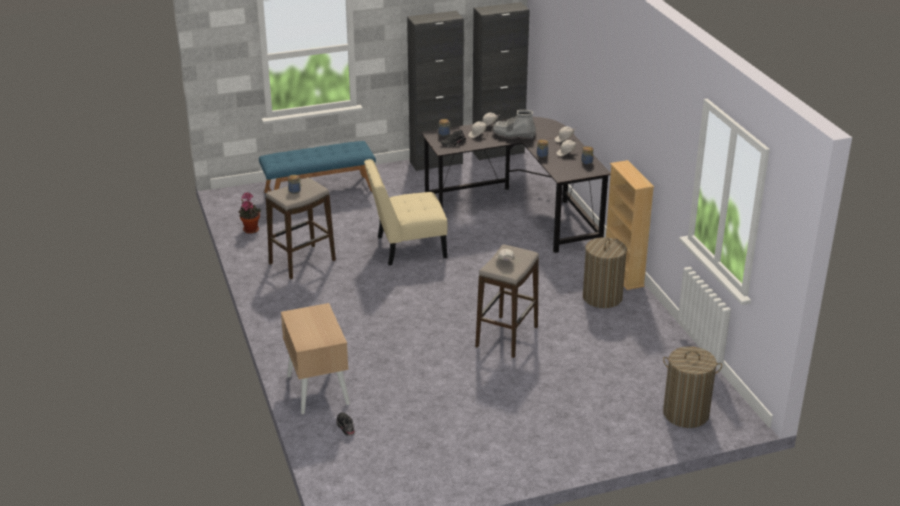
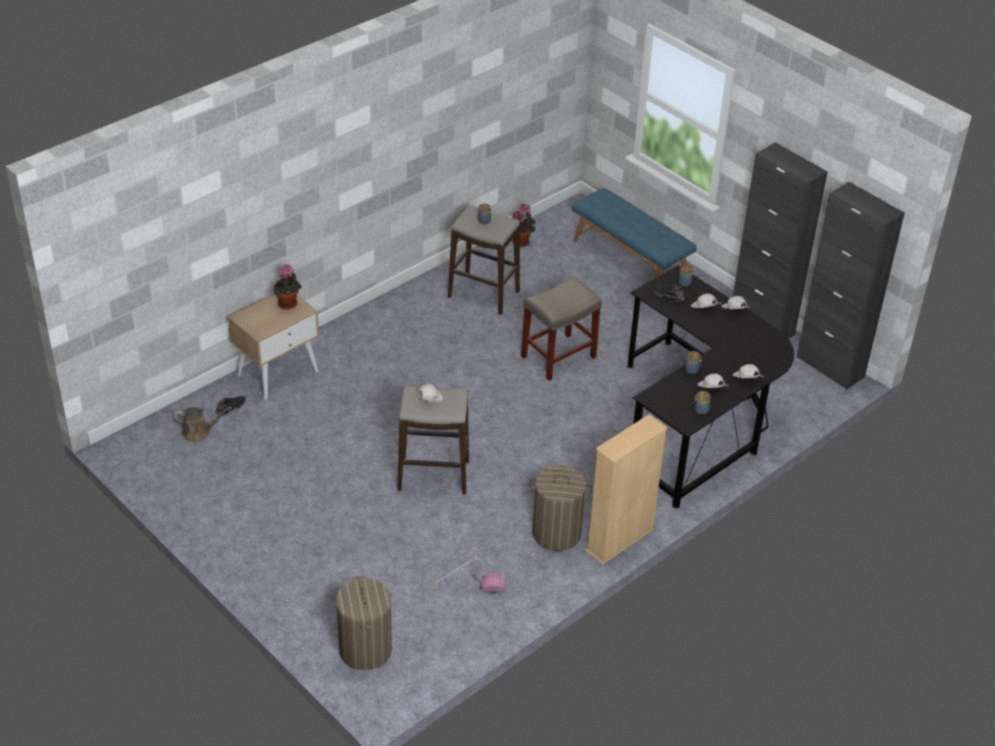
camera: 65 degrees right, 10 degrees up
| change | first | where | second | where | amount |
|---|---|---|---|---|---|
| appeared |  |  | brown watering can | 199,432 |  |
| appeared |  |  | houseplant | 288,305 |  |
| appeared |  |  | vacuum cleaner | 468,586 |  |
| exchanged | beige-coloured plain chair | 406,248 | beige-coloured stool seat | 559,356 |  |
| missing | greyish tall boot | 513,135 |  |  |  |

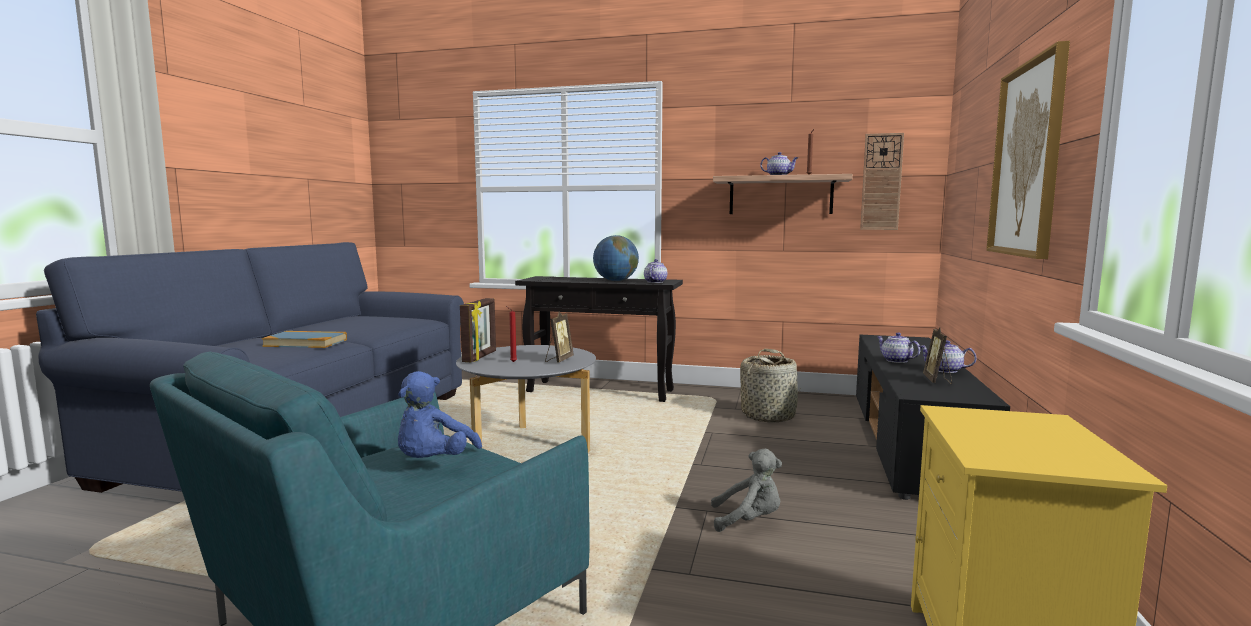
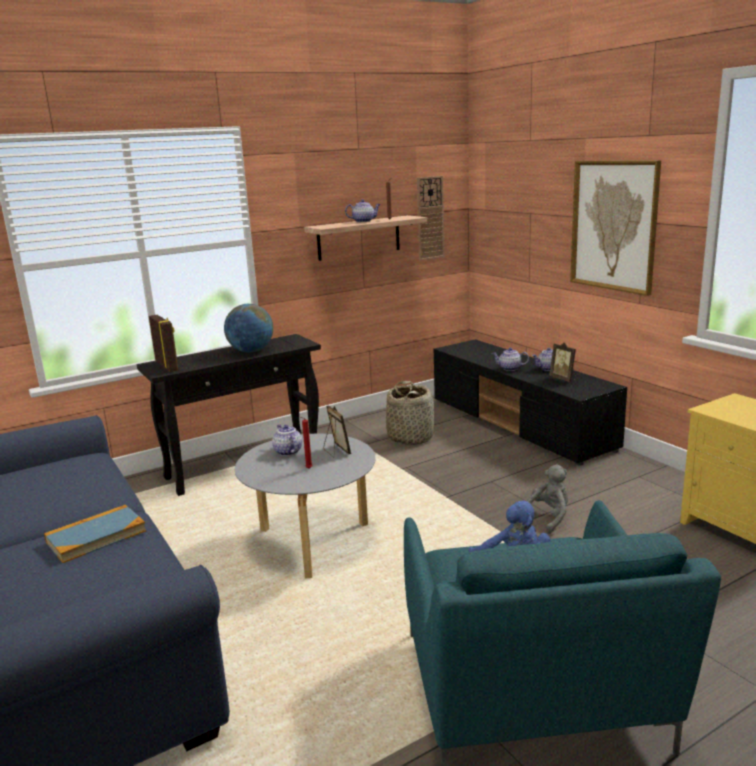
camera: 45 degrees left, 10 degrees up
| change | first | where | second | where | amount |
|---|---|---|---|---|---|
| relocated | standing frame | 480,357 |  | 167,366 |  |
| relocated | teapot | 655,282 |  | 287,451 |  |

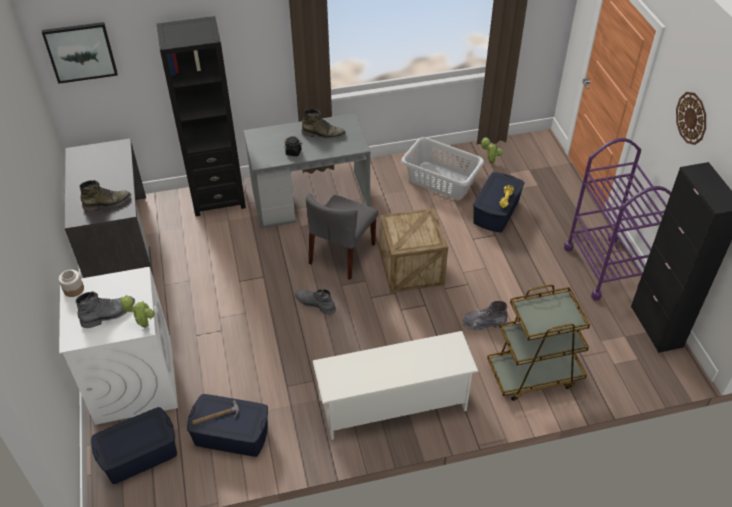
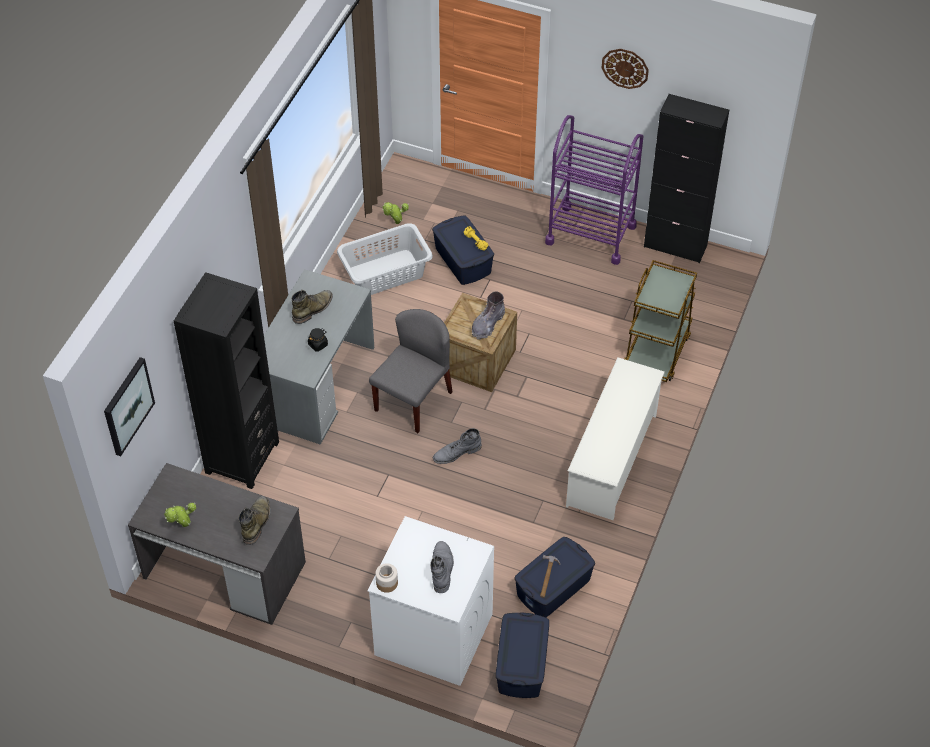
camera: 55 degrees left, 5 degrees up
| change | first | where | second | where | amount |
|---|---|---|---|---|---|
| relocated | houseplant | 144,325 |  | 183,526 |  |
| spun | greyish plain chair | 342,254 |  | 413,400 | 120 degrees counterclockwise |
| relocated | greyish tall boot | 484,323 |  | 487,324 |  |

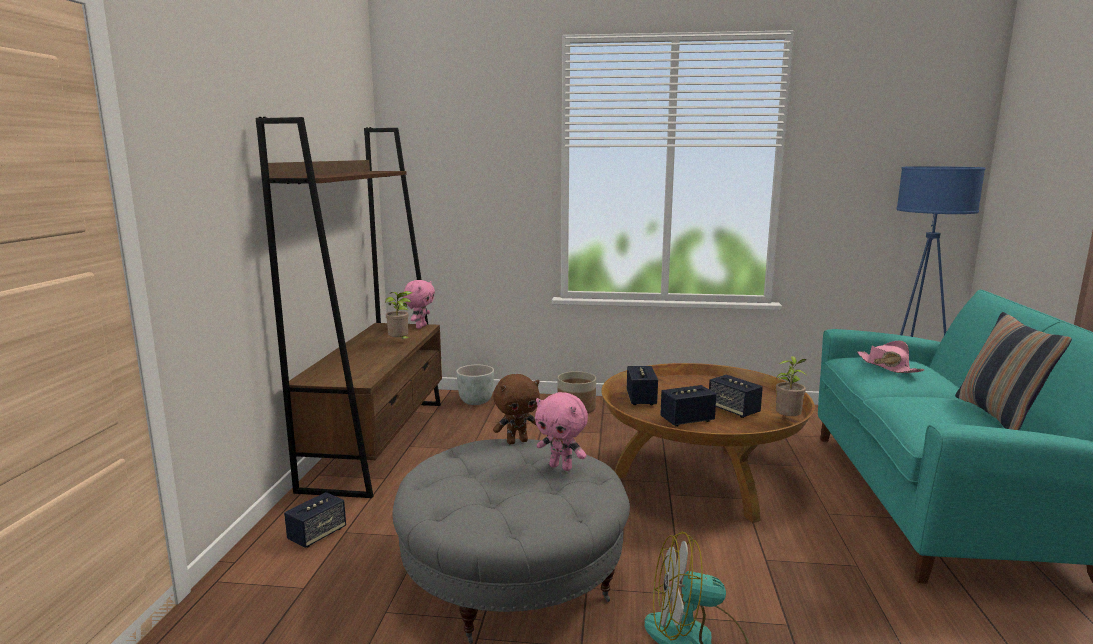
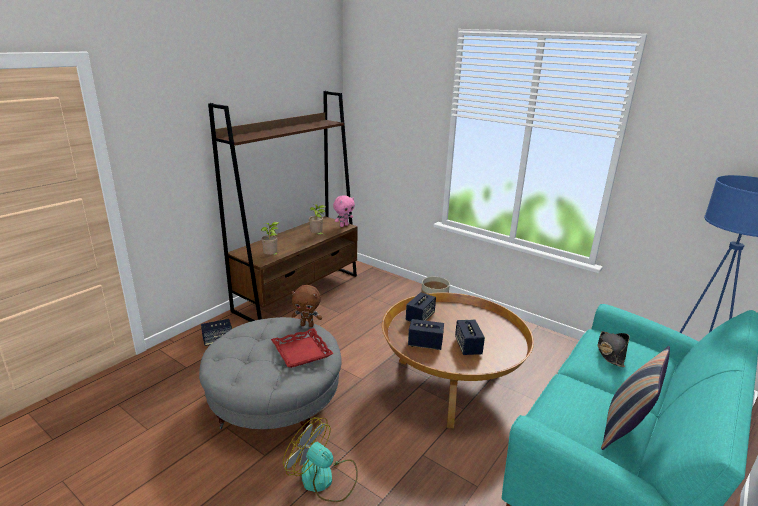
camera: 30 degrees right, 10 degrees up
| change | first | where | second | where | amount |
|---|---|---|---|---|---|
| relocated | houseplant | 787,420 |  | 271,257 |  |
| exchanged | pink soft toy | 561,467 | reddish carrying tray | 302,352 |  |
| colour | pink clothing hat | 887,366 | blackish clothing hat | 610,352 |  |
| missing | greyish flower pot | 475,401 |  |  |  |

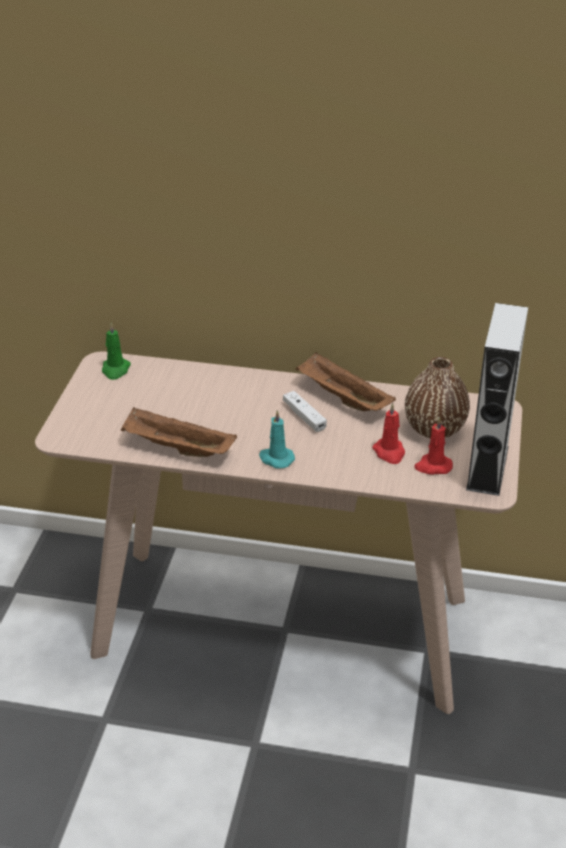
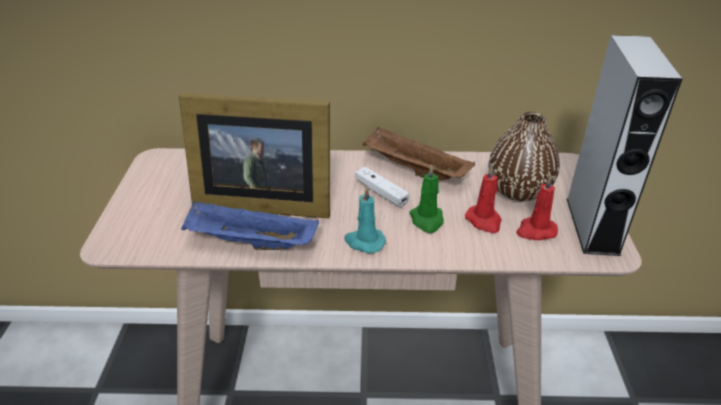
camera: 10 degrees left, 0 degrees up
| change | first | where | second | where | amount |
|---|---|---|---|---|---|
| appeared |  |  | standing frame | 260,200 |  |
| colour | brown carrying tray | 176,449 | blue-coloured carrying tray | 249,243 |  |
| relocated | green-coloured wax light | 115,370 |  | 427,220 |  |

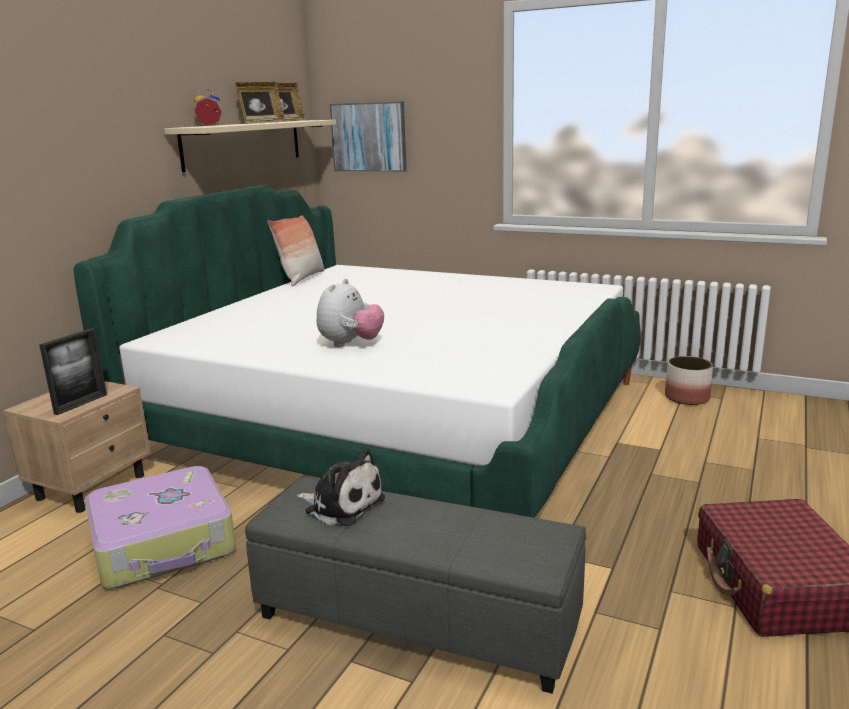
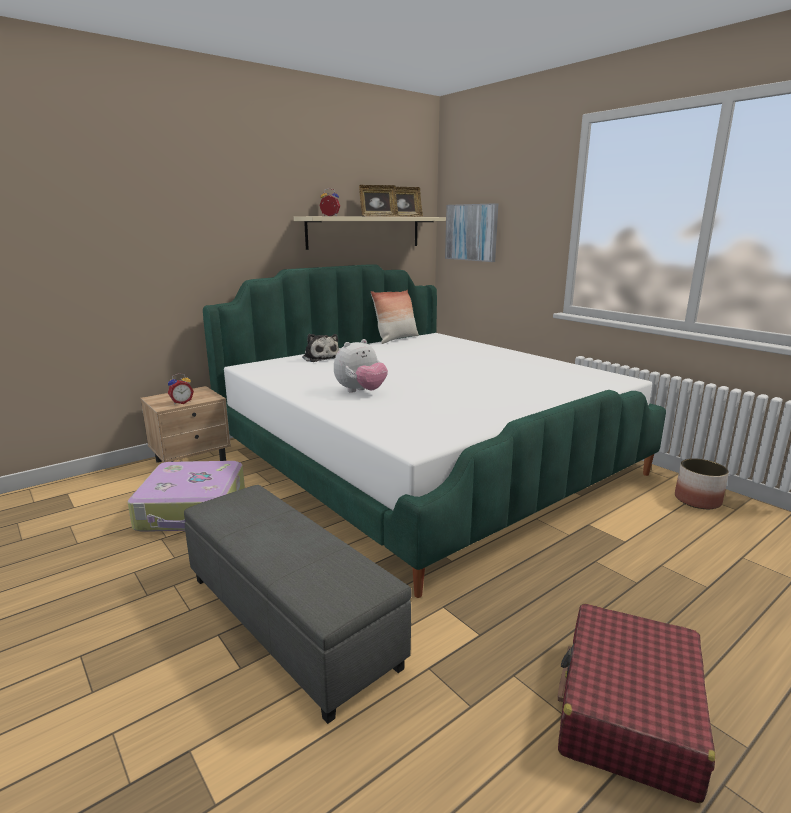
camera: 25 degrees right, 0 degrees up
| change | first | where | second | where | amount |
|---|---|---|---|---|---|
| exchanged | standing frame | 81,404 | bedside clock | 181,402 |  |
| relocated | soft toy | 342,505 |  | 320,358 |  |

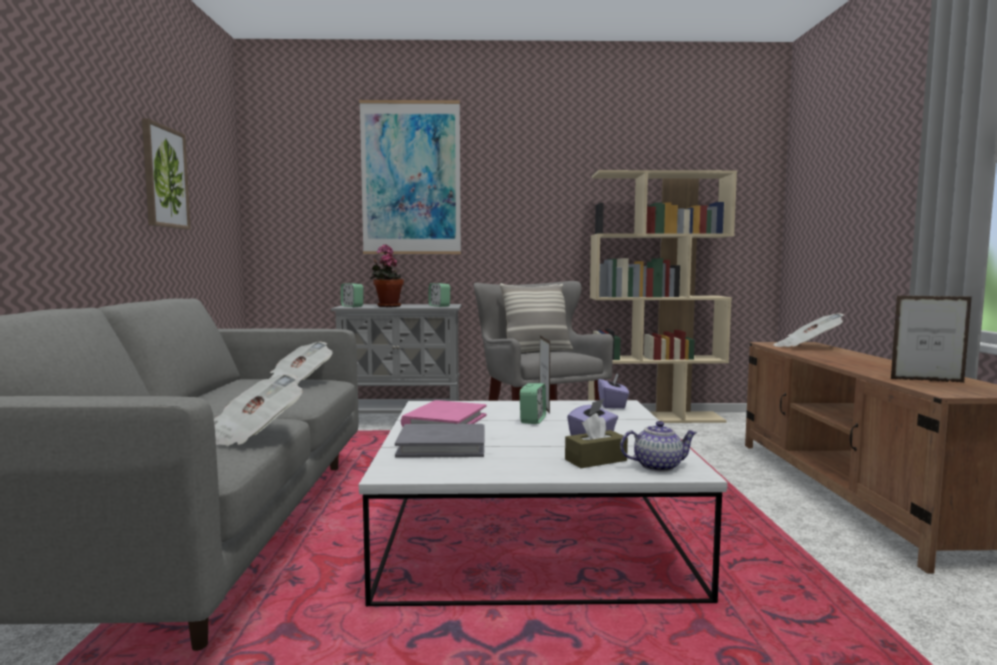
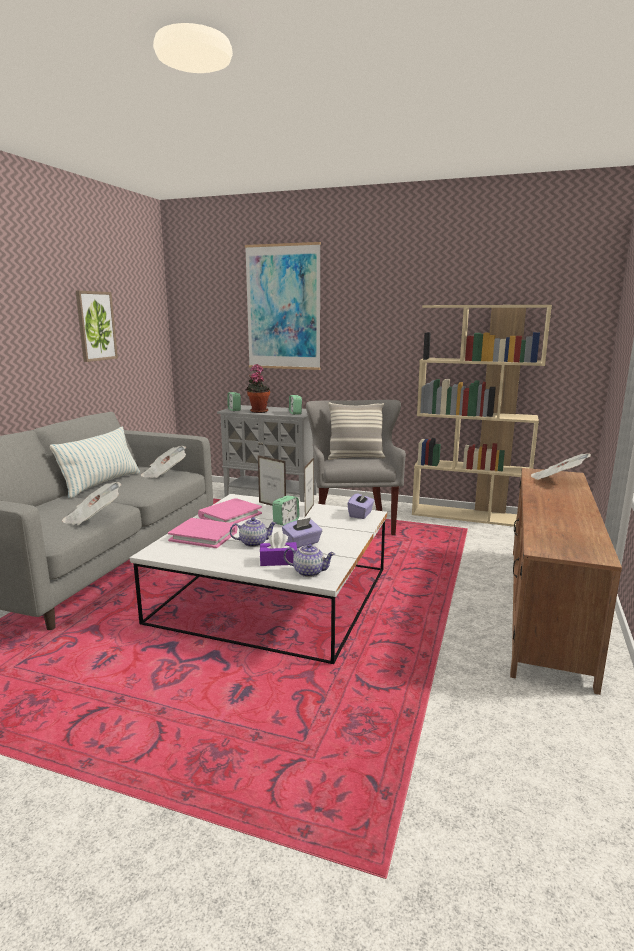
camera: 20 degrees right, 10 degrees up
| change | first | where | second | where | amount |
|---|---|---|---|---|---|
| appeared |  |  | cushion | 101,484 |  |
| colour | greyish volume | 442,445 | pink volume | 204,536 |  |
| appeared |  |  | teapot | 254,543 |  |
| relocated | standing frame | 927,380 |  | 272,506 |  |
| colour | brown box of tissues | 596,460 | purplish box of tissues | 278,561 |  |

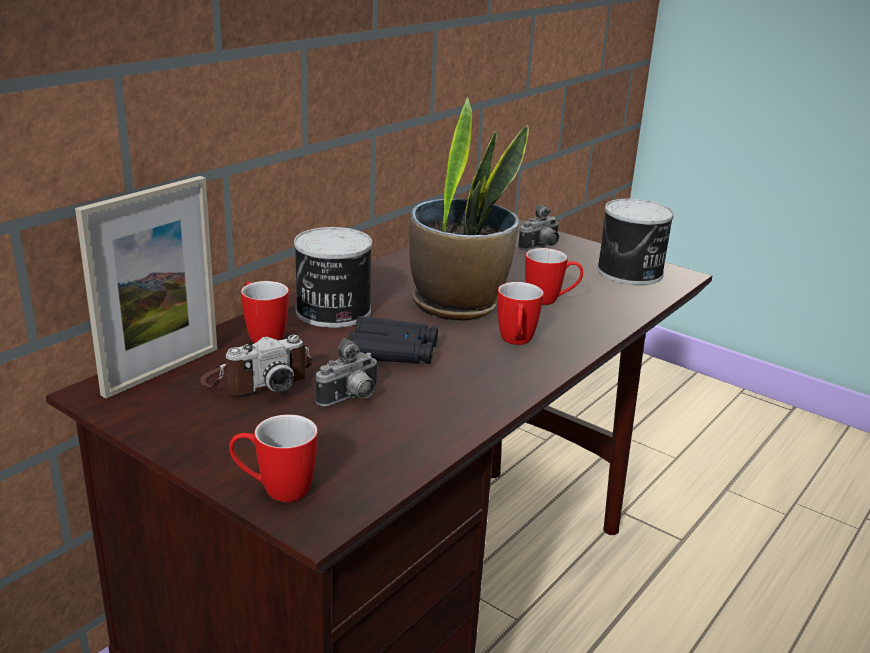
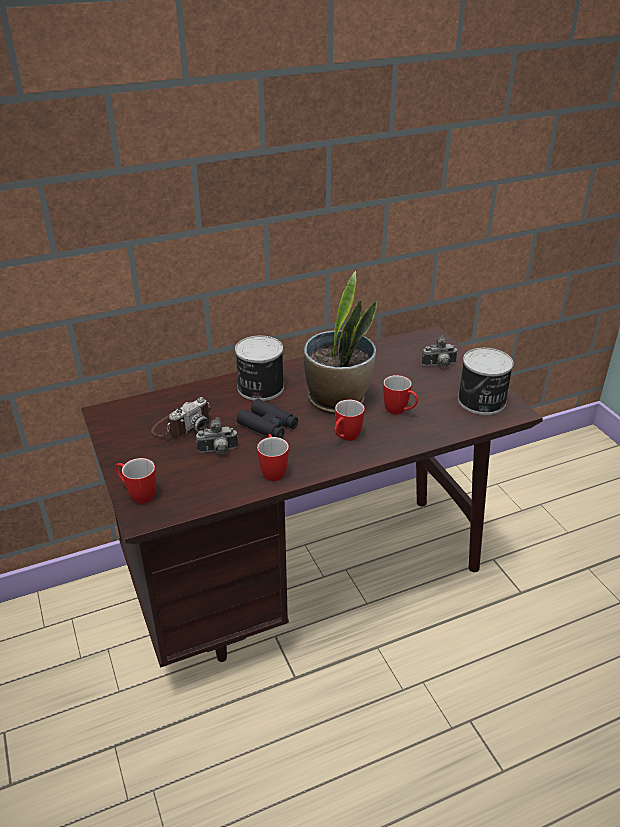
camera: 30 degrees right, 10 degrees up
| change | first | where | second | where | amount |
|---|---|---|---|---|---|
| spun | still camera | 257,379 |  | 182,425 | 45 degrees counterclockwise |
| relocated | coffee mug | 262,335 |  | 273,470 |  |
| missing | standing frame | 161,371 |  |  |  |

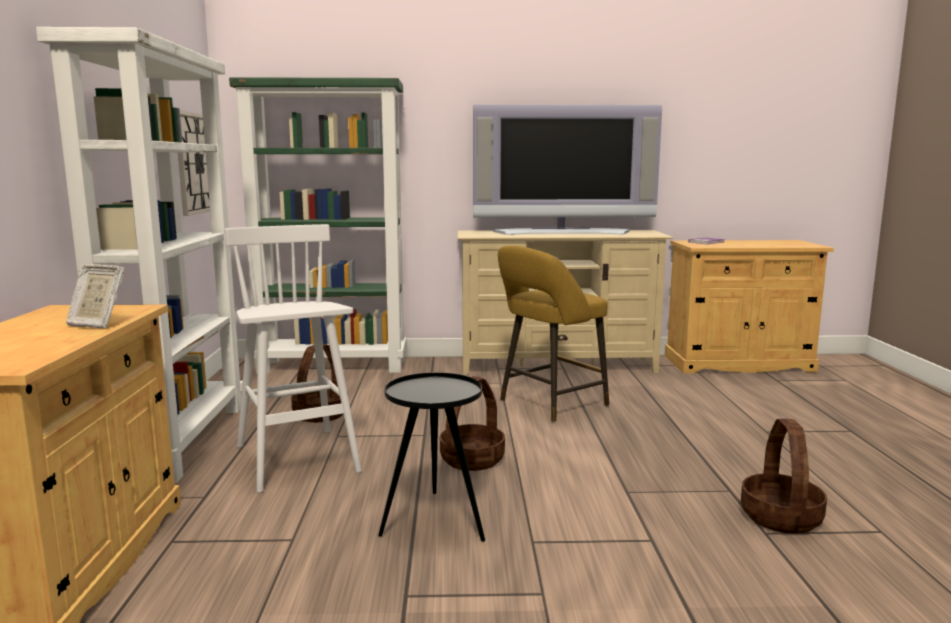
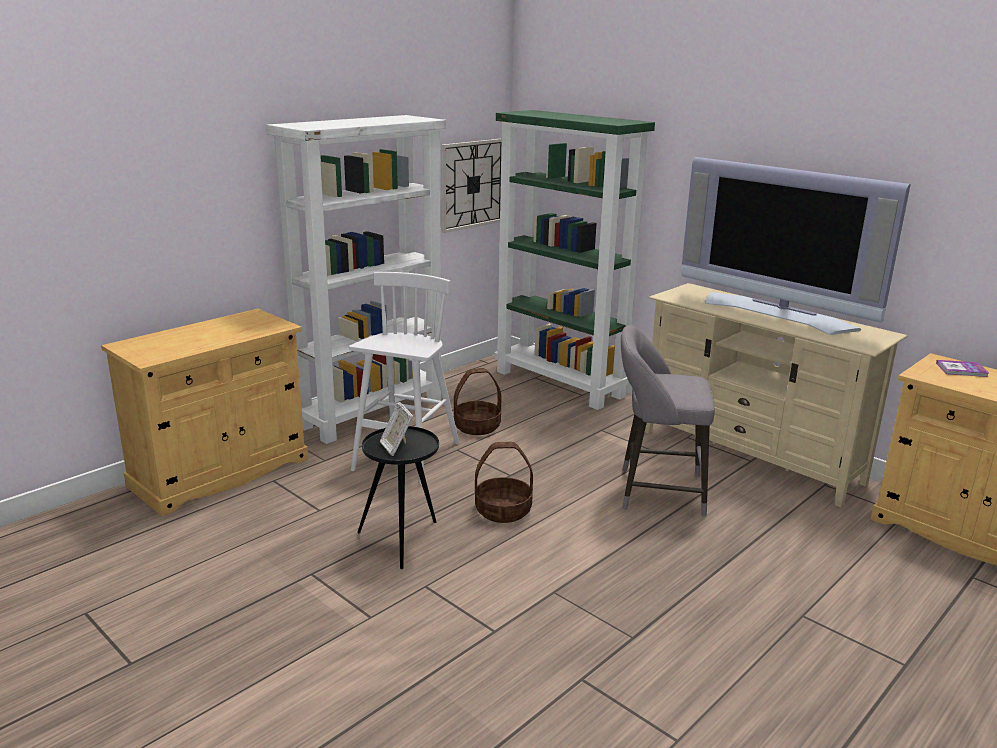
camera: 45 degrees right, 10 degrees up
| change | first | where | second | where | amount |
|---|---|---|---|---|---|
| relocated | standing frame | 97,324 |  | 396,447 |  |
| colour | yellow-coloured stool seat | 549,404 | greyish stool seat | 655,492 |  |
| missing | household basket | 780,517 |  |  |  |

